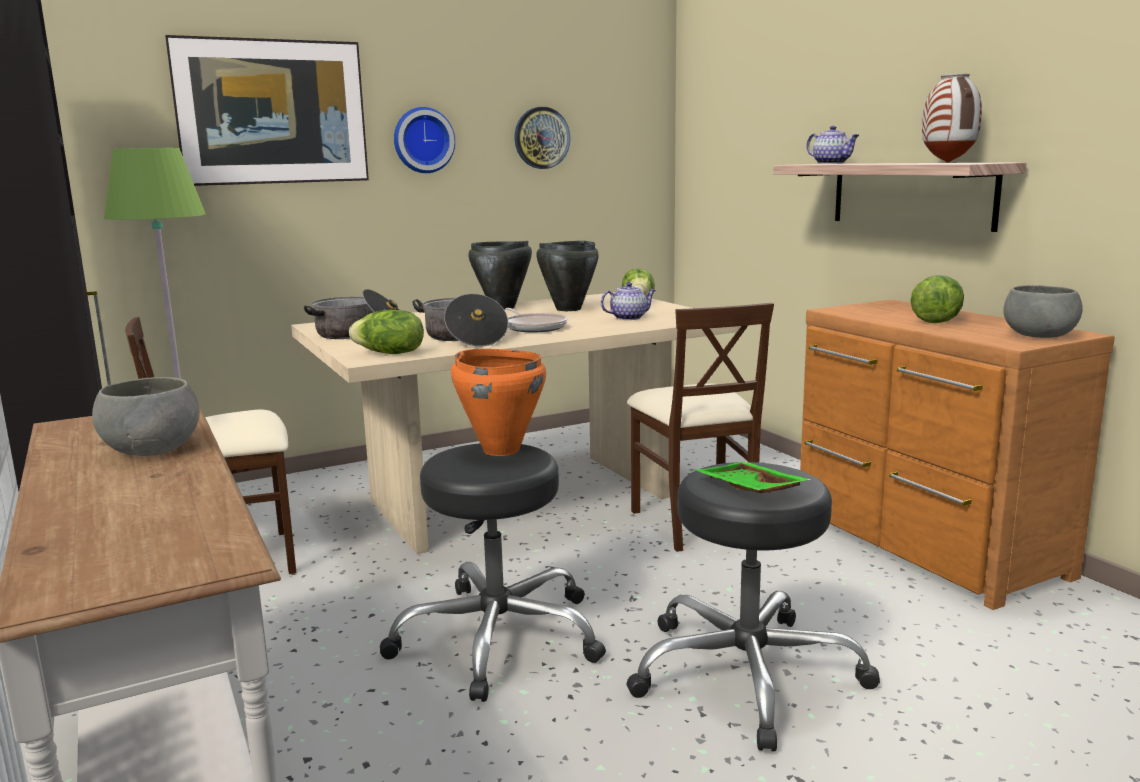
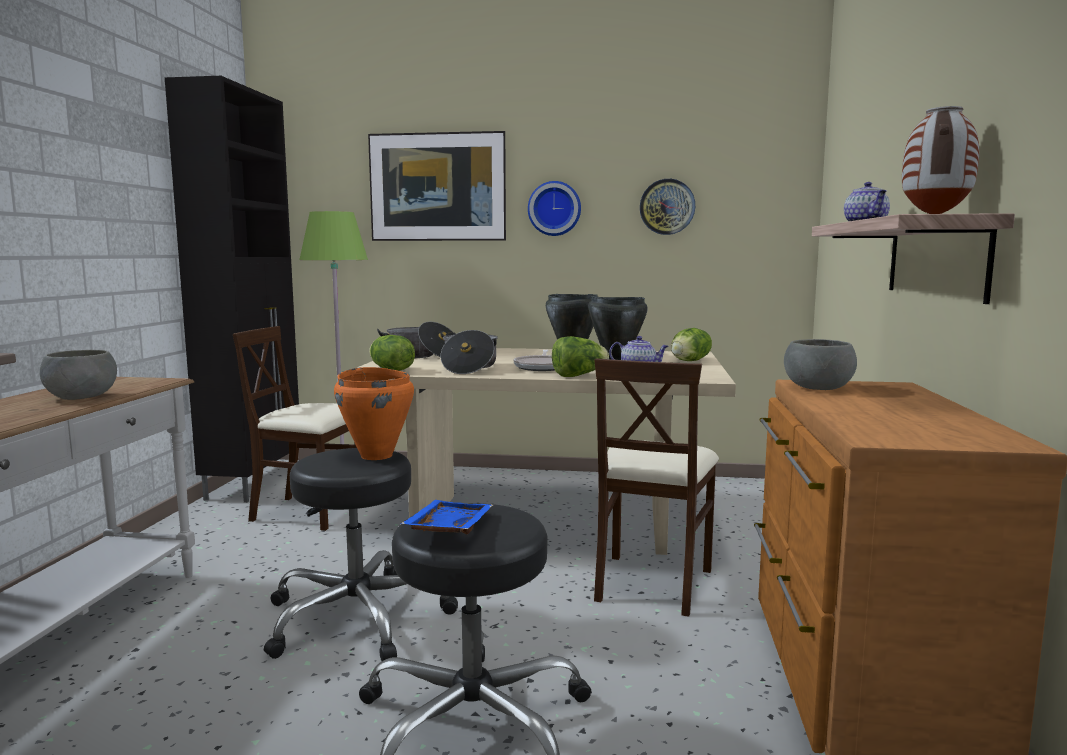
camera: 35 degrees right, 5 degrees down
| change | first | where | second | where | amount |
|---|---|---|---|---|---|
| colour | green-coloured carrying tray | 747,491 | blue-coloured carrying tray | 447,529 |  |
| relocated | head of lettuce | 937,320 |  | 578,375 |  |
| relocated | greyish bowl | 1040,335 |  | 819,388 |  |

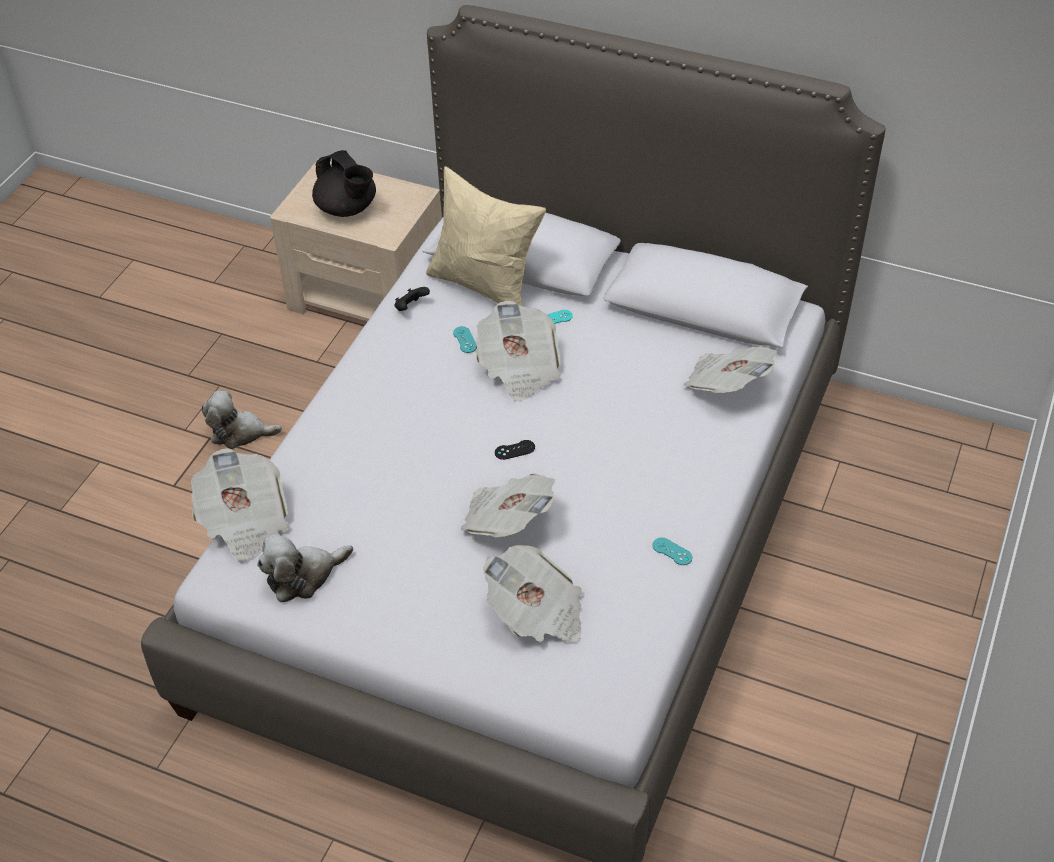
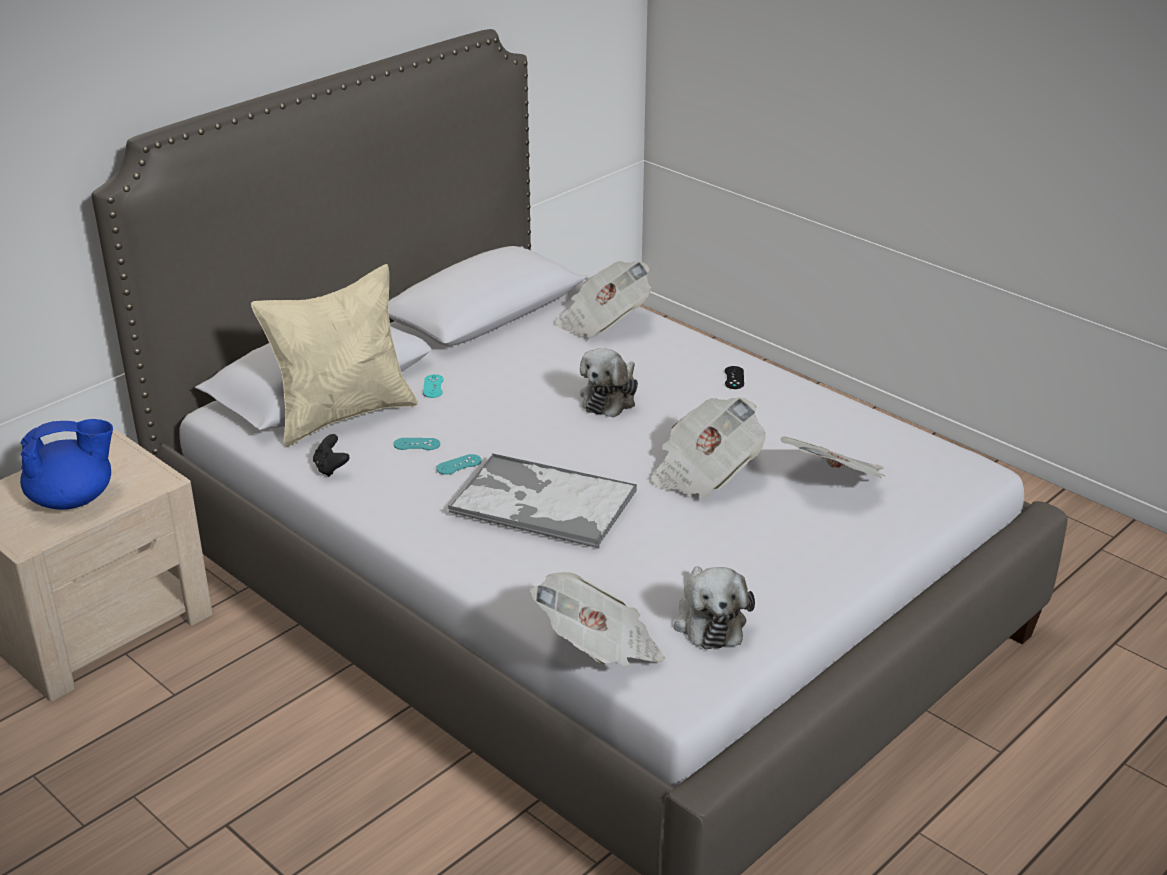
camera: 70 degrees left, 15 degrees down
| change | first | where | second | where | amount |
|---|---|---|---|---|---|
| colour | blackish teapot | 347,208 | blue-coloured teapot | 74,499 |  |
| relocated | blue-green gamepad | 672,551 |  | 459,465 |  |
| appeared |  |  | carrying tray | 541,502 |  |
| relocated | soft toy | 240,433 |  | 610,398 |  |
| relocated | blackish gamepad | 514,450 |  | 734,378 |  |
| missing | printed paper | 519,368 |  |  |  |

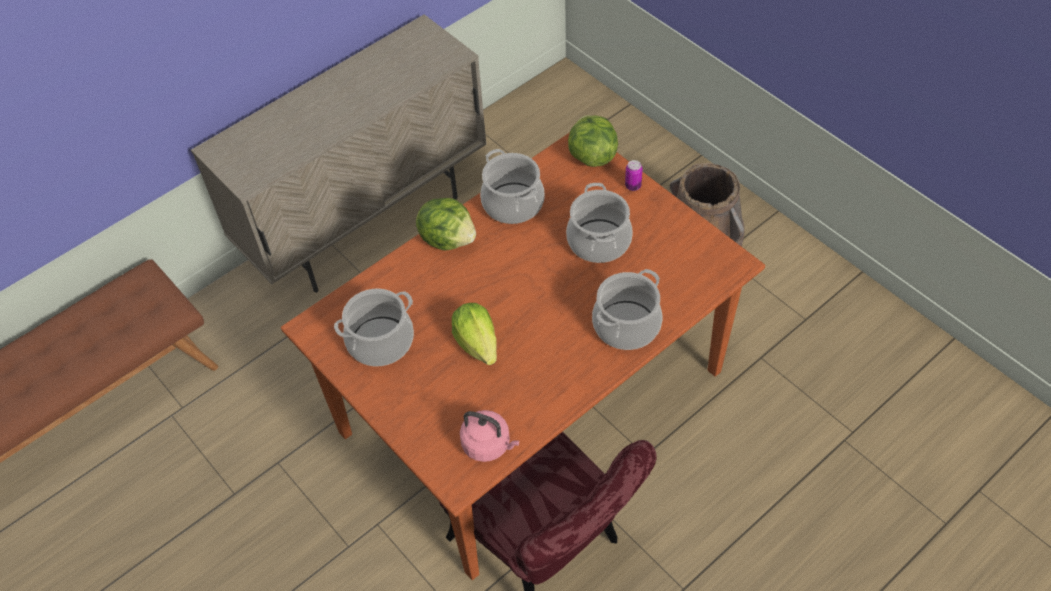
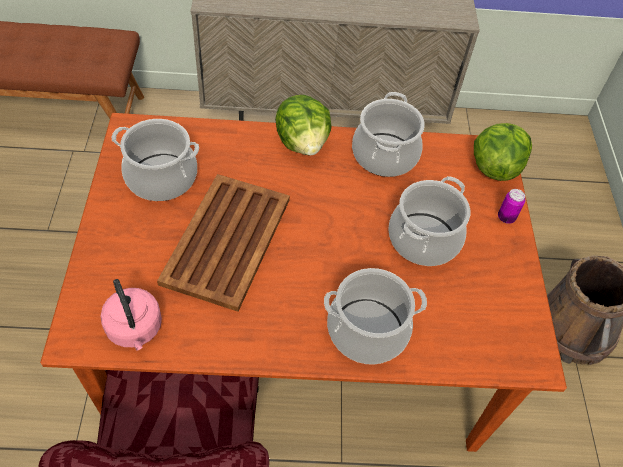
camera: 35 degrees right, 0 degrees up
| change | first | where | second | where | amount |
|---|---|---|---|---|---|
| exchanged | head of lettuce | 477,343 | brown carrying tray | 228,239 |  |

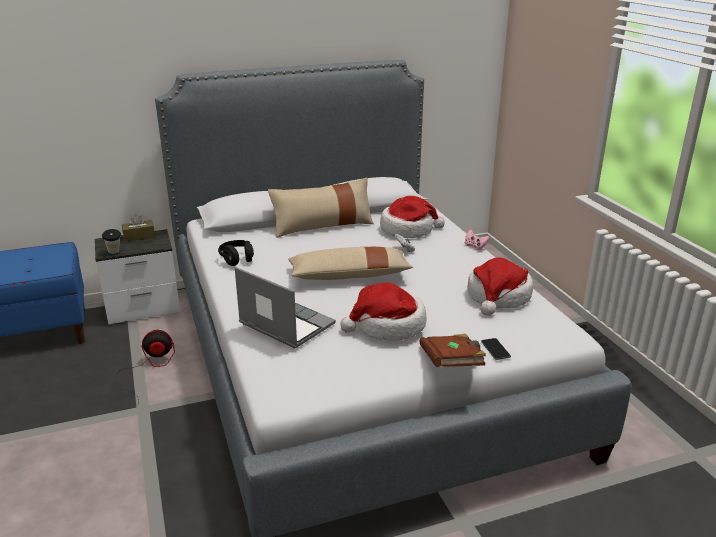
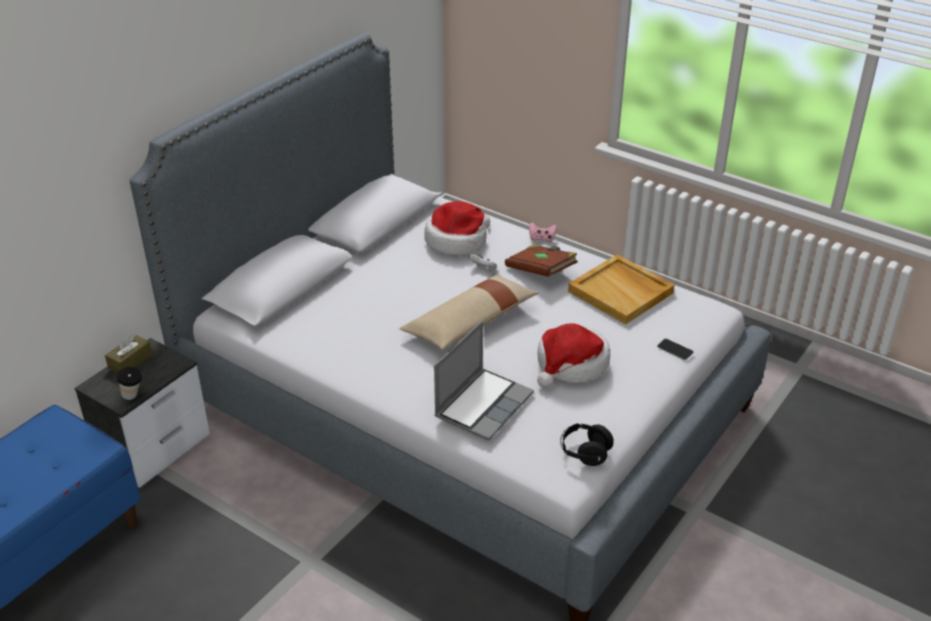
camera: 35 degrees left, 10 degrees up
| change | first | where | second | where | amount |
|---|---|---|---|---|---|
| spun | notebook computer | 285,324 |  | 483,404 | 120 degrees clockwise |
| relocated | brown volume | 452,364 |  | 541,271 |  |
| relocated | blackish pair of headphones | 237,260 |  | 585,453 |  |
| exchanged | clothing hat | 498,296 | beige-coloured carrying tray | 621,292 |  |
| missing | electric fan | 148,368 |  |  |  |
| missing | beige-coloured cushion | 323,226 |  |  |  |

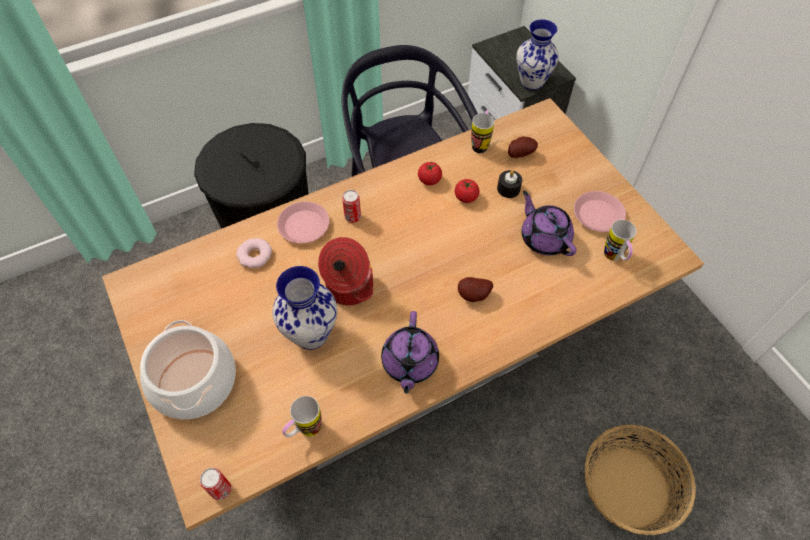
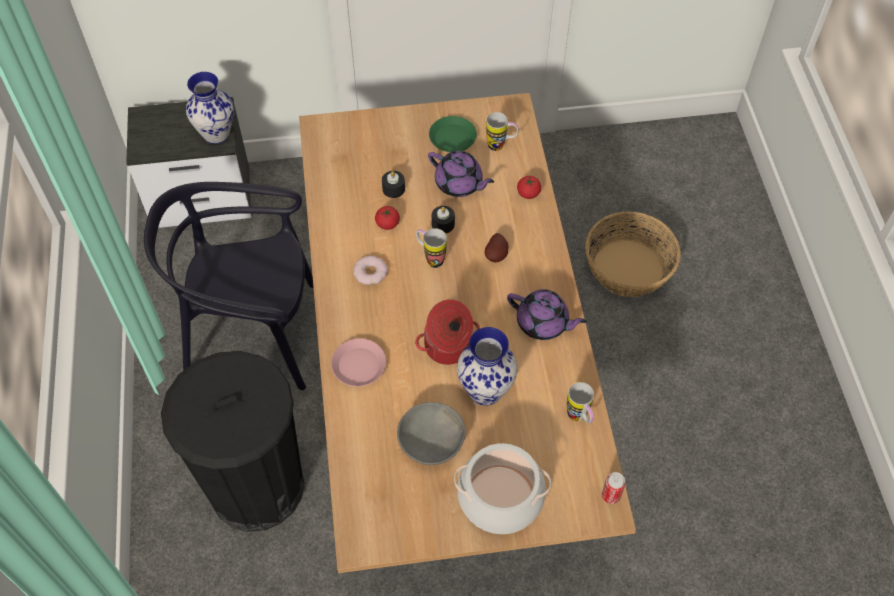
camera: 70 degrees left, 0 degrees up
| change | first | where | second | where | amount |
|---|---|---|---|---|---|
| relocated | doughnut | 255,255 |  | 370,272 |  |
| appeared |  |  | greyish bowl | 431,443 |  |
| relocated | coffee mug | 481,144 |  | 430,258 |  |
| spun | purplish teapot | 544,238 |  | 459,184 | 135 degrees counterclockwise |
| colour | pink plate | 597,215 | green-coloured plate | 452,138 |  |
| appeared |  |  | blackish wax light | 443,224 |  |
| relocated | whole tomato | 429,180 |  | 528,193 |  |
| missing | metal can | 352,217 |  |  |  |
| missing | whole potato | 520,153 |  |  |  |

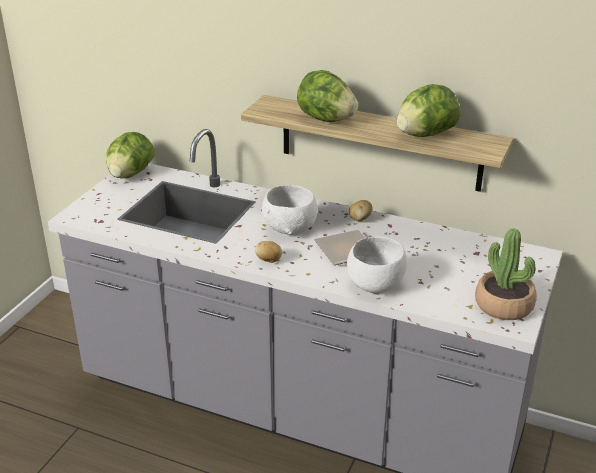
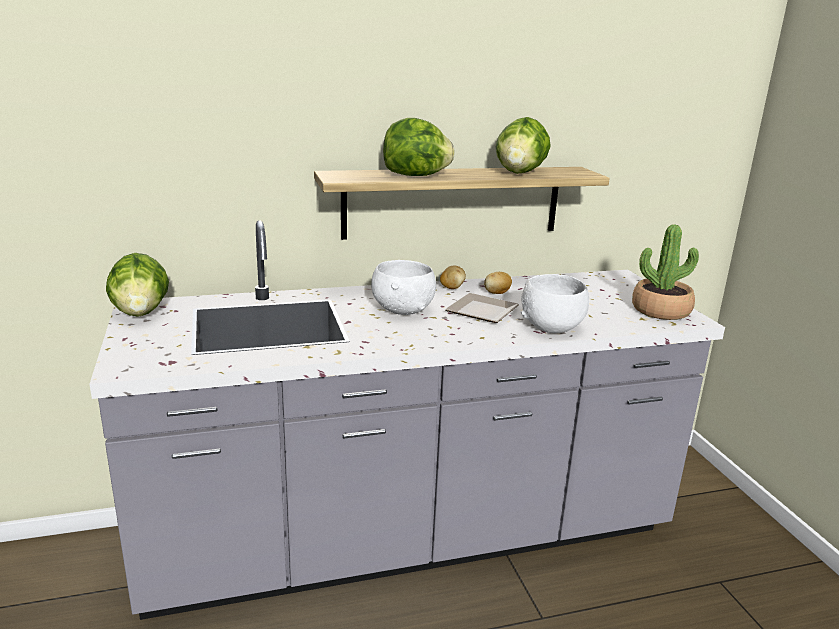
camera: 40 degrees left, 10 degrees down
| change | first | where | second | where | amount |
|---|---|---|---|---|---|
| relocated | whole potato | 269,260 |  | 496,293 |  |

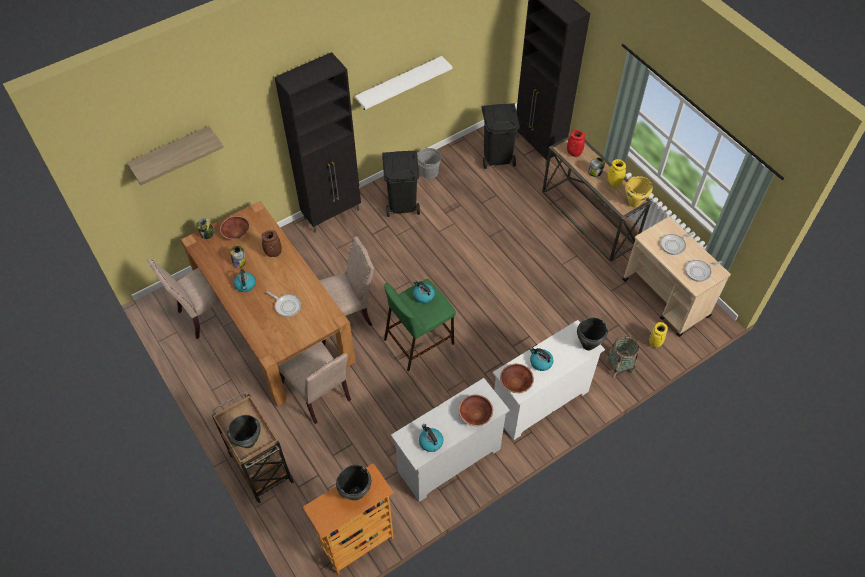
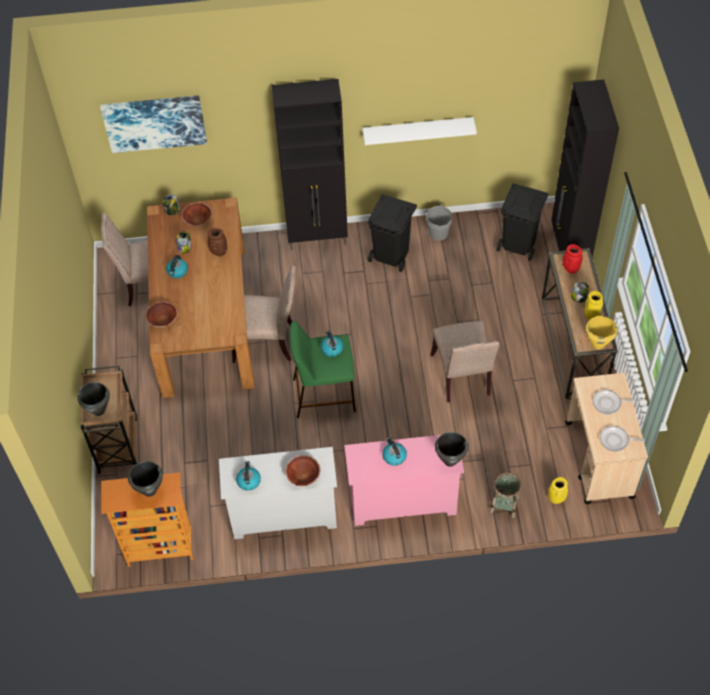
camera: 30 degrees right, 0 degrees up
| change | first | where | second | where | amount |
|---|---|---|---|---|---|
| exchanged | wall shelf | 171,152 | wall art | 154,122 |  |
| relocated | brown bowl | 516,383 |  | 162,320 |  |
| colour | white chest of drawers | 539,402 | pink chest of drawers | 402,502 |  |
| relocated | beige-coloured plain chair | 319,393 |  | 463,377 |  |
| missing | skillet | 286,305 |  |  |  |

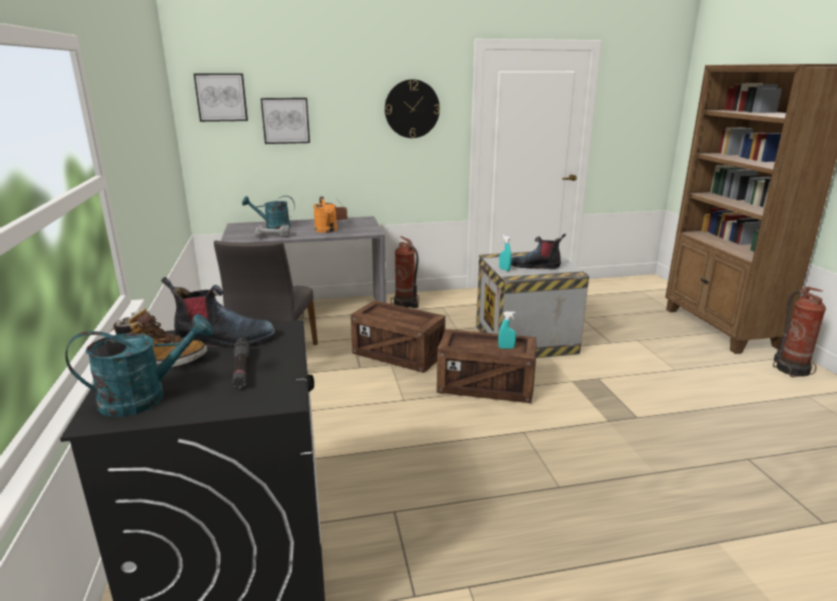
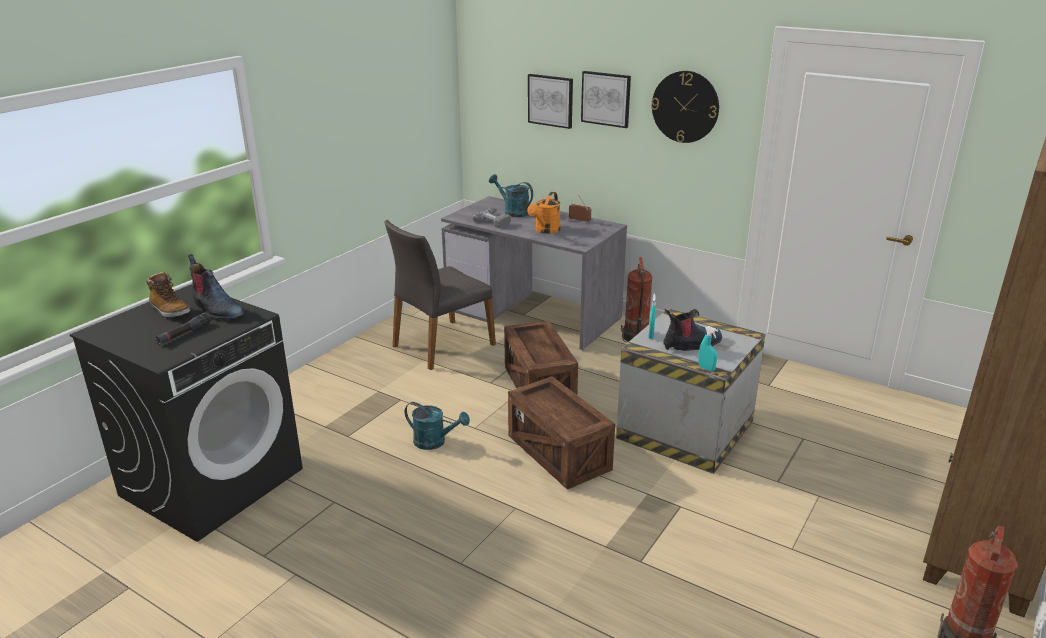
camera: 45 degrees right, 5 degrees up
| change | first | where | second | where | amount |
|---|---|---|---|---|---|
| relocated | blue-green watering can | 145,397 |  | 435,442 |  |
| relocated | wall art | 221,97 |  | 606,99 |  |
| spun | tall boot | 535,266 |  | 692,344 | 105 degrees clockwise |
| relocated | blue-green sprayer | 506,348 |  | 706,368 |  |

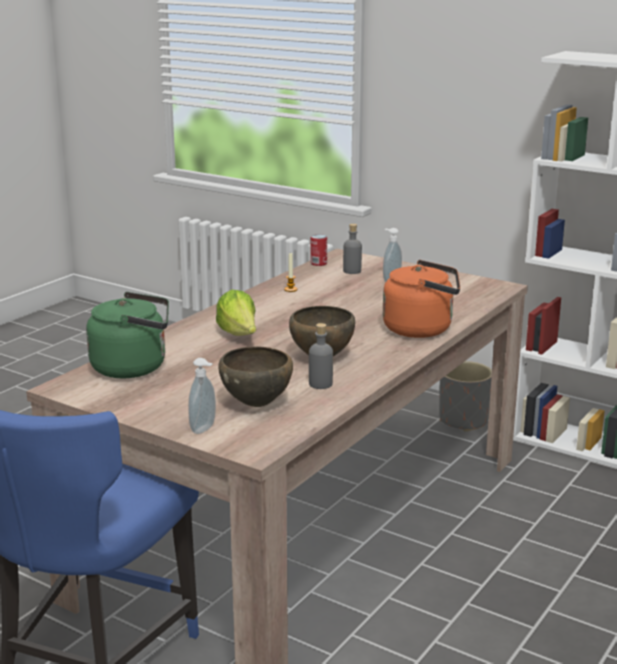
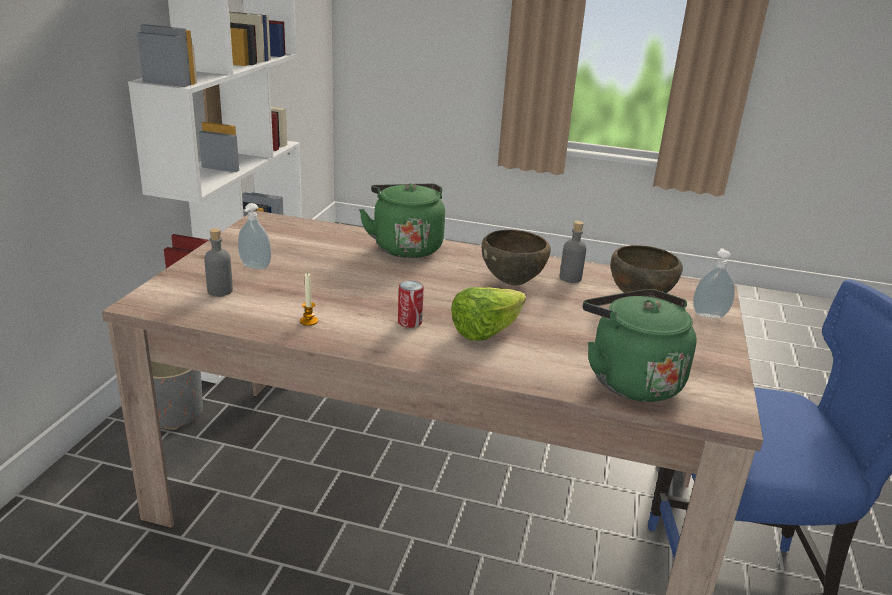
camera: 110 degrees left, 5 degrees up
| change | first | where | second | where | amount |
|---|---|---|---|---|---|
| colour | orange-coloured kettle | 422,329 | green-coloured kettle | 406,246 |  |
| relocated | metal can | 318,263 |  | 409,322 |  |

